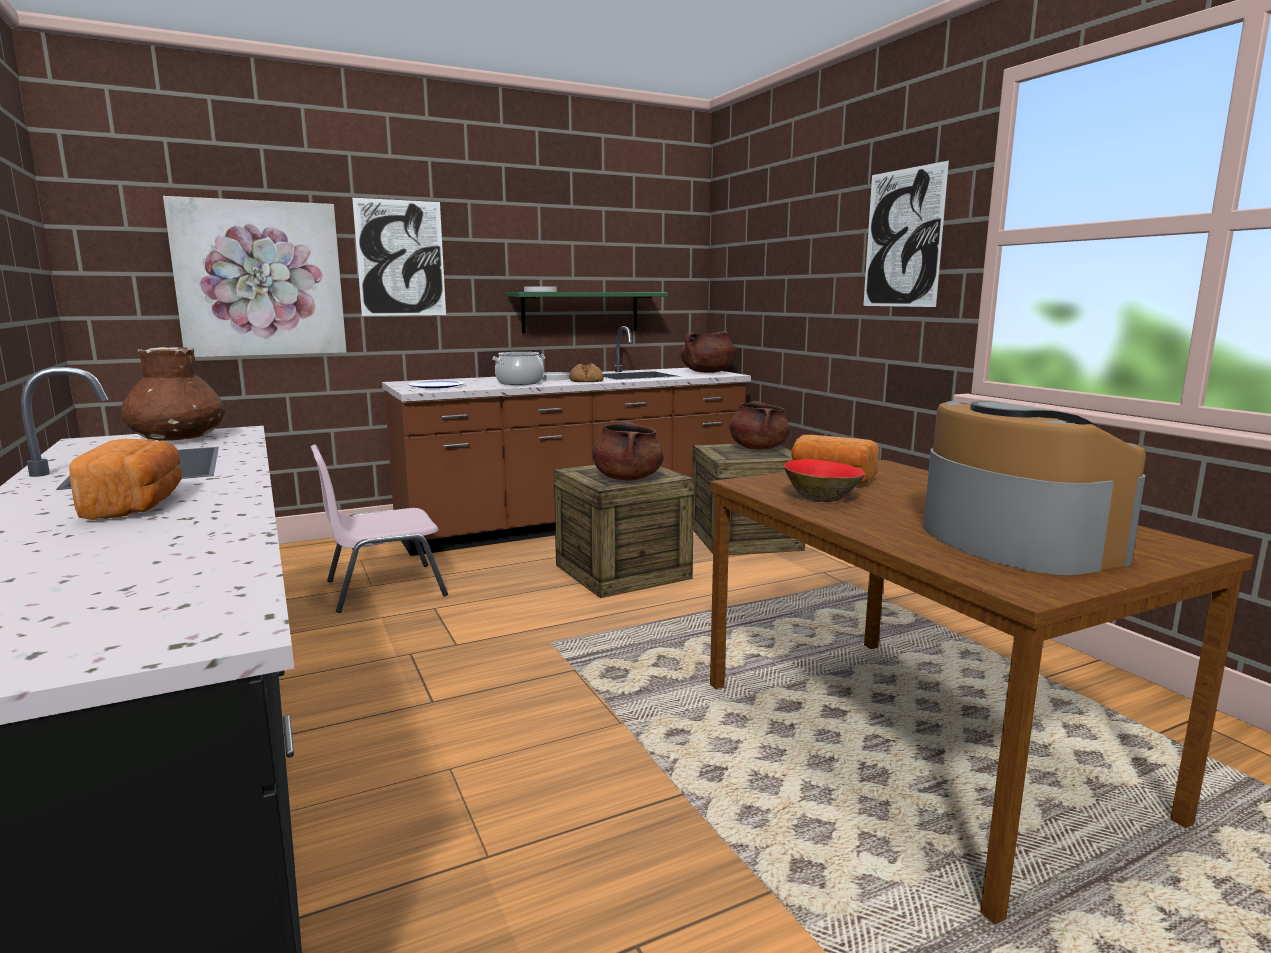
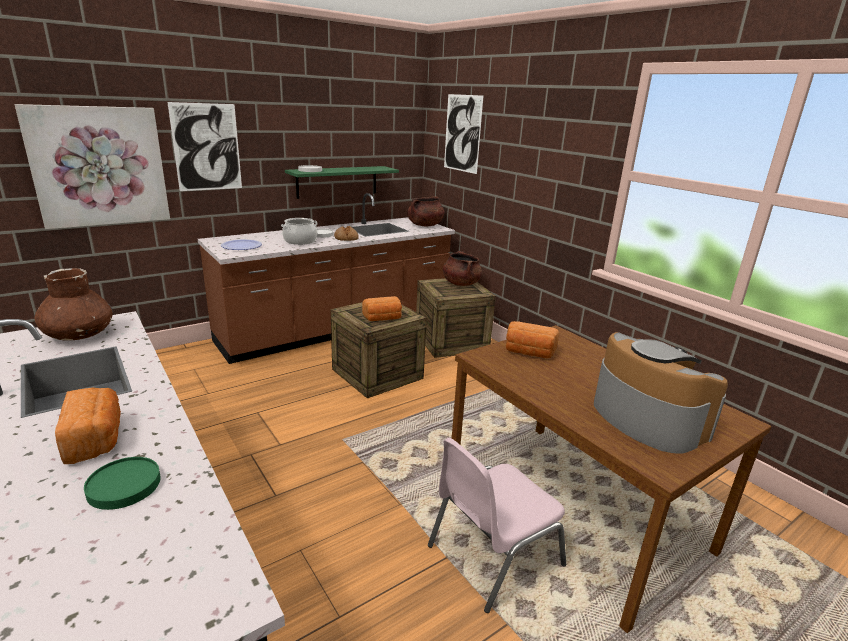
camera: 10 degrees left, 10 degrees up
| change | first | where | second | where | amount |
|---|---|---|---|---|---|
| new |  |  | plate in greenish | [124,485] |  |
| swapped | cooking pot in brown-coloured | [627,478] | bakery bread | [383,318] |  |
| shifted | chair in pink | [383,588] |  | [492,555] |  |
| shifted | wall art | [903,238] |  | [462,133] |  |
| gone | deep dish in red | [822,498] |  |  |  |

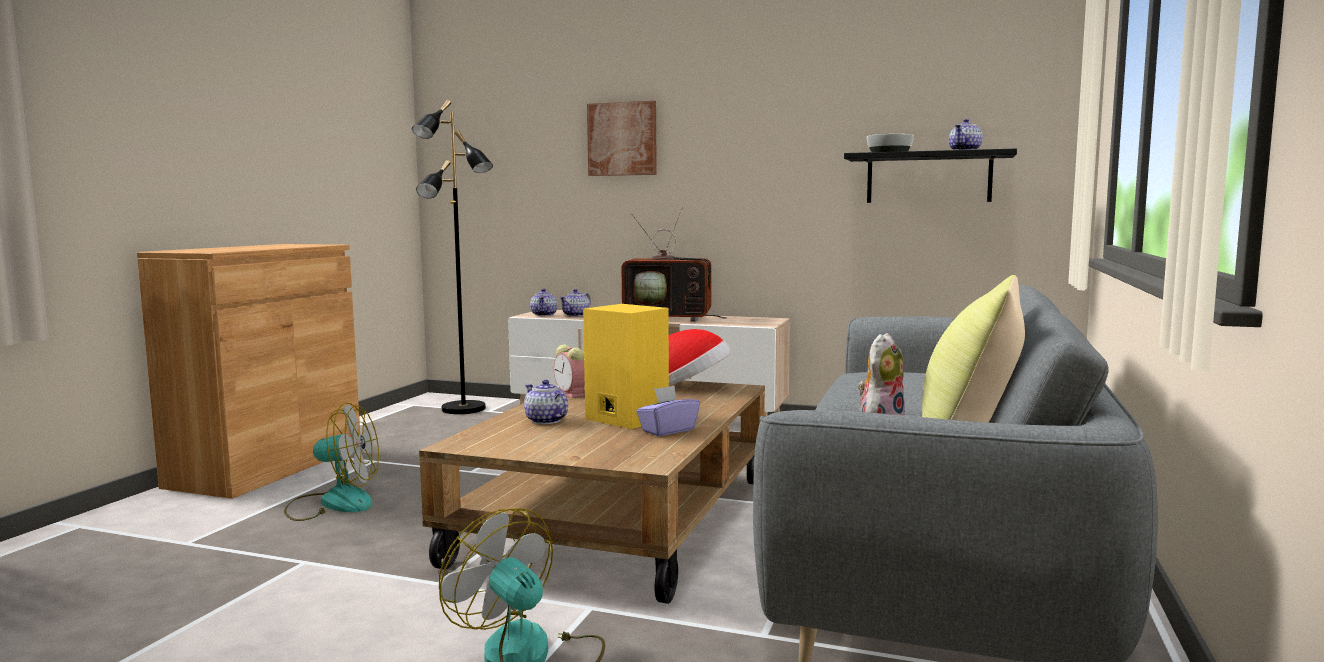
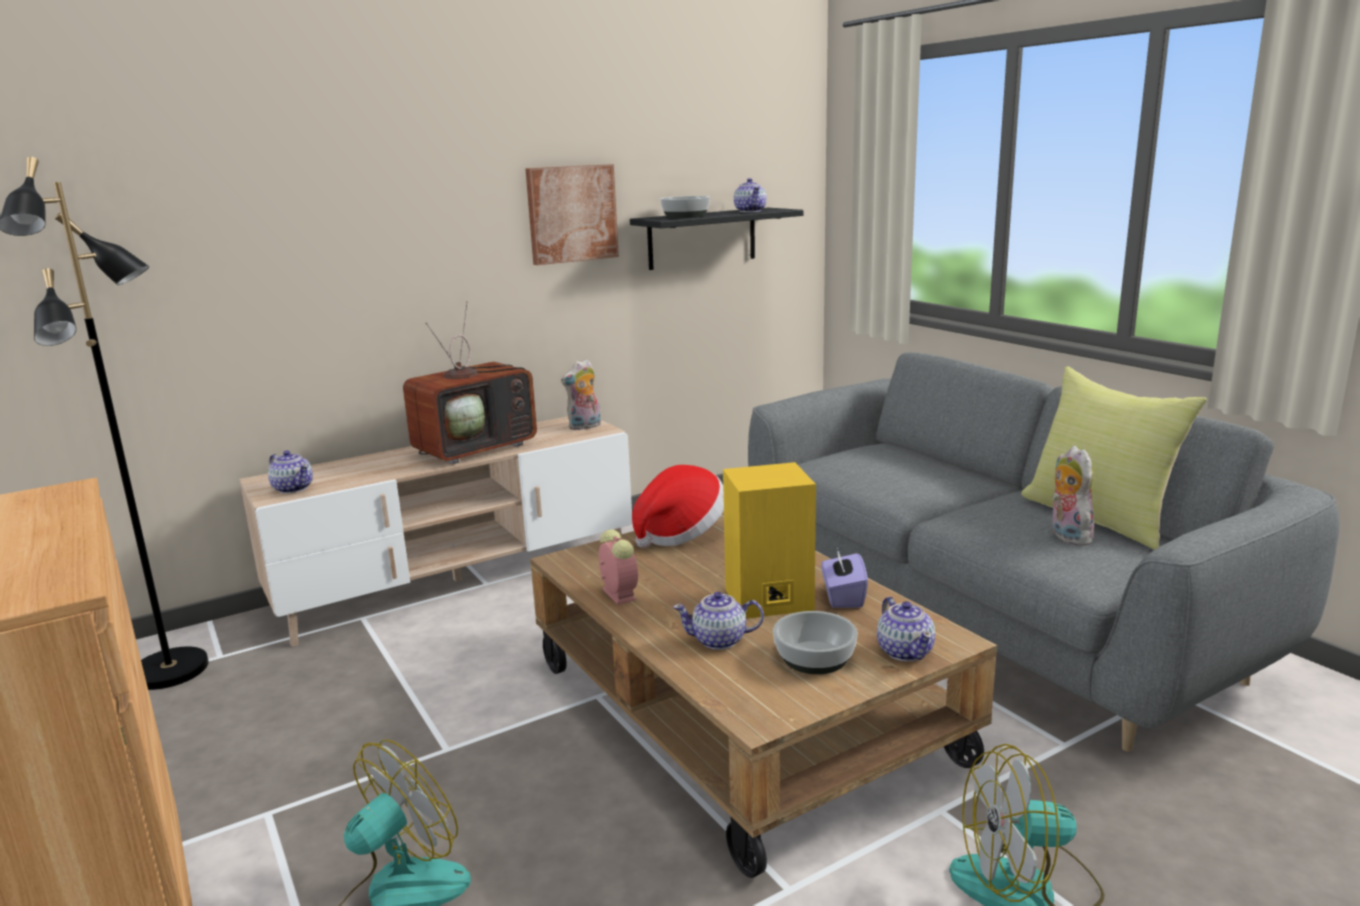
camera: 50 degrees left, 10 degrees up
| change | first | where | second | where | amount |
|---|---|---|---|---|---|
| shifted | wall art | [622,139] |  | [572,214] |  |
| new |  |  | cuddly toy | [585,427] |  |
| rotated | alarm clock | [572,394] |  | [617,593] | 120 degrees counterclockwise |
| new |  |  | deep dish | [813,657] |  |
| shifted | tea pot | [576,315] |  | [905,651] |  |

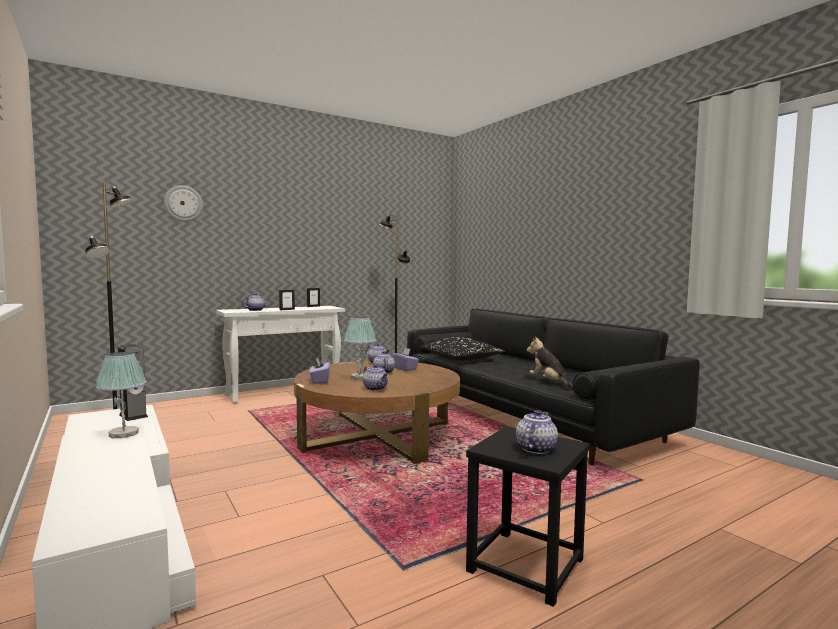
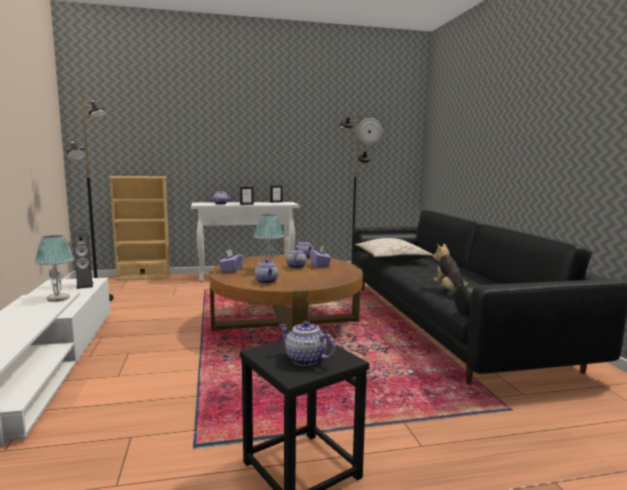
camera: 20 degrees right, 5 degrees up
| change | first | where | second | where | amount |
|---|---|---|---|---|---|
| new |  |  | shelving unit in sand-coloured | [143,277] |  |
| rotated | tea pot | [535,448] |  | [304,359] | 105 degrees counterclockwise |
| repainted | throw pillow in black-coloured | [461,359] | throw pillow in sand-coloured | [391,260] |  |
| shifted | clock on the wall | [183,203] |  | [369,132] |  |

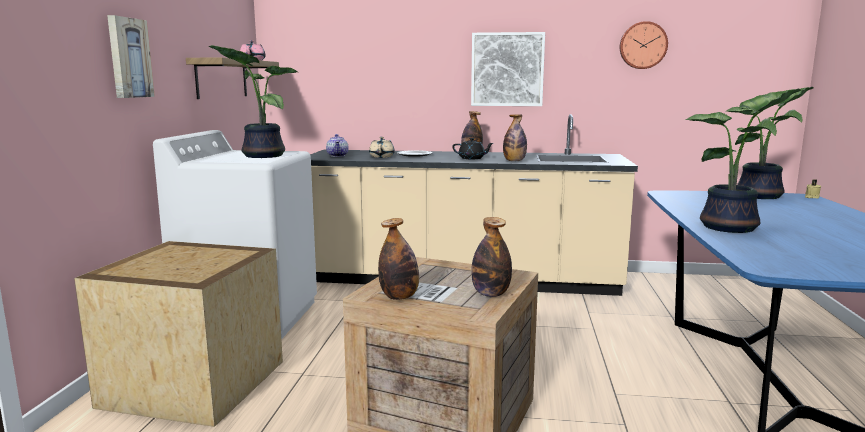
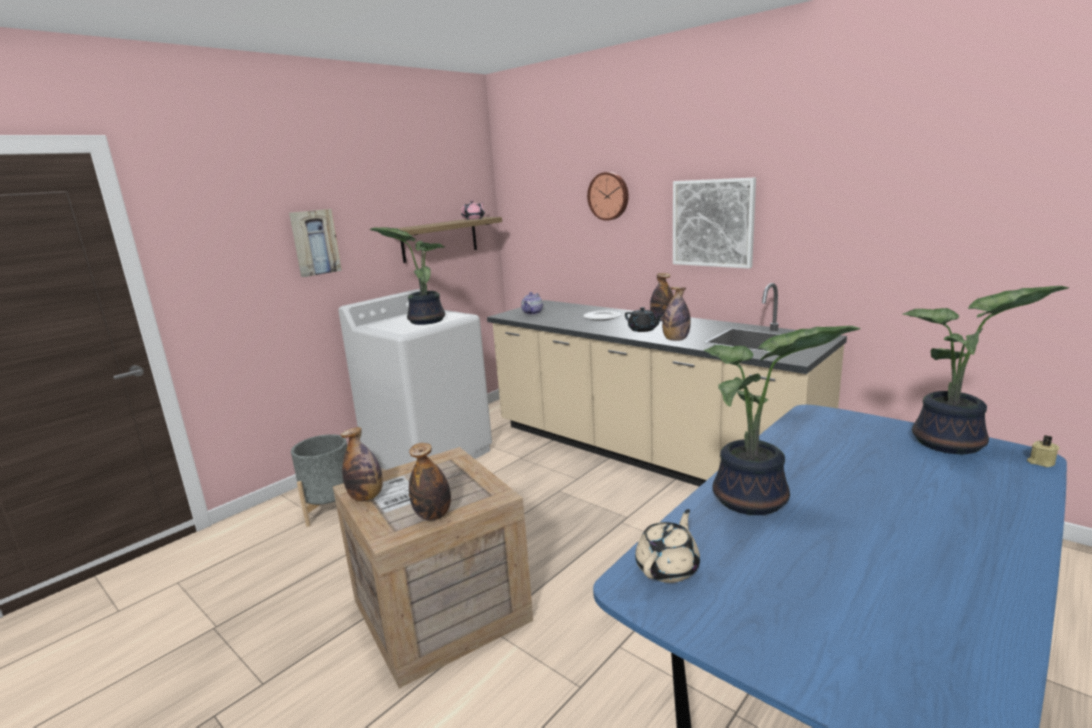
camera: 35 degrees right, 5 degrees up
| change | first | where | second | where | amount |
|---|---|---|---|---|---|
| swapped | crate | [194,382] | planter in greyish | [331,509] |  |
| shifted | clock on the wall | [642,45] |  | [609,196] |  |
| shifted | tea pot in sand-coloured | [382,156] |  | [668,567] |  |

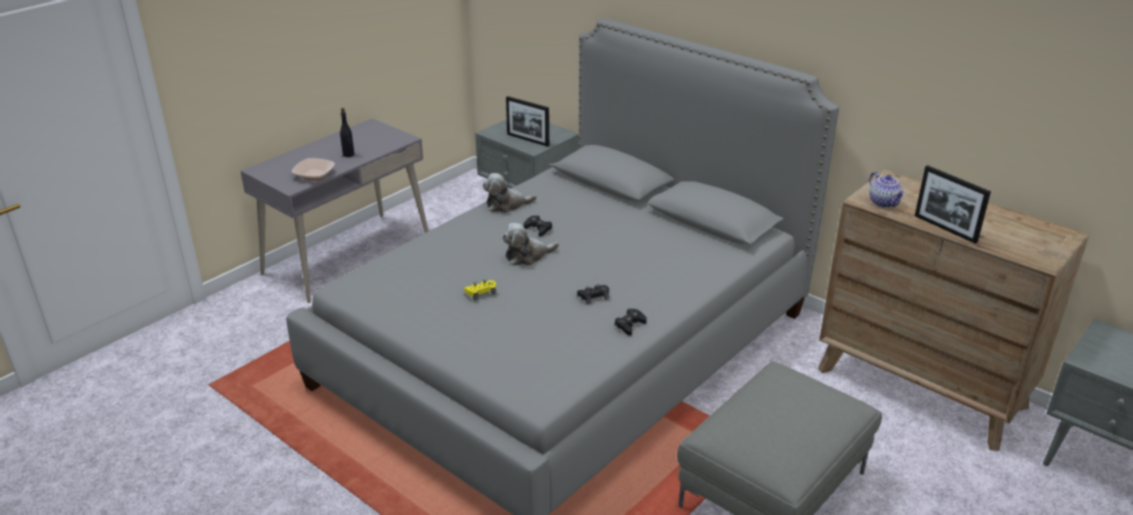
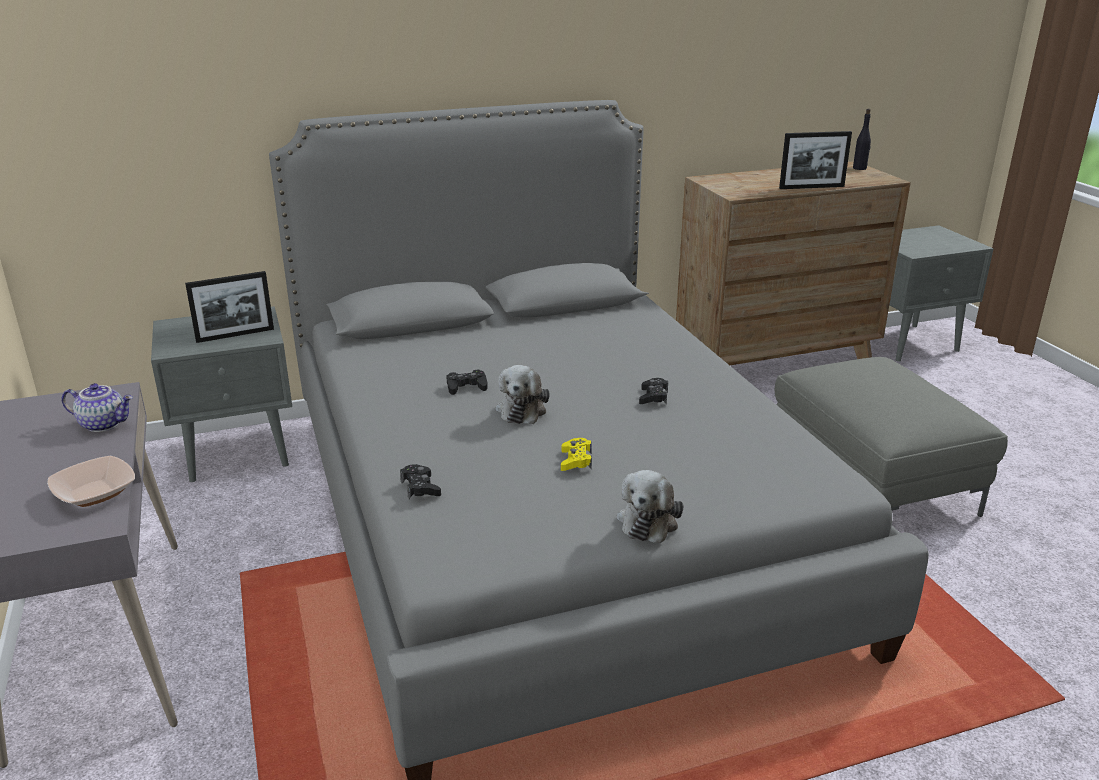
camera: 60 degrees left, 5 degrees down
| change | first | where | second | where | amount |
|---|---|---|---|---|---|
| shifted | tea pot | [884,203] |  | [104,424] |  |
| shifted | game controller in black-coloured | [630,325] |  | [420,487] |  |
| shifted | cuddly toy | [506,205] |  | [649,520] |  |
| shifted | bottle in black-coloured | [348,155] |  | [859,168] |  |

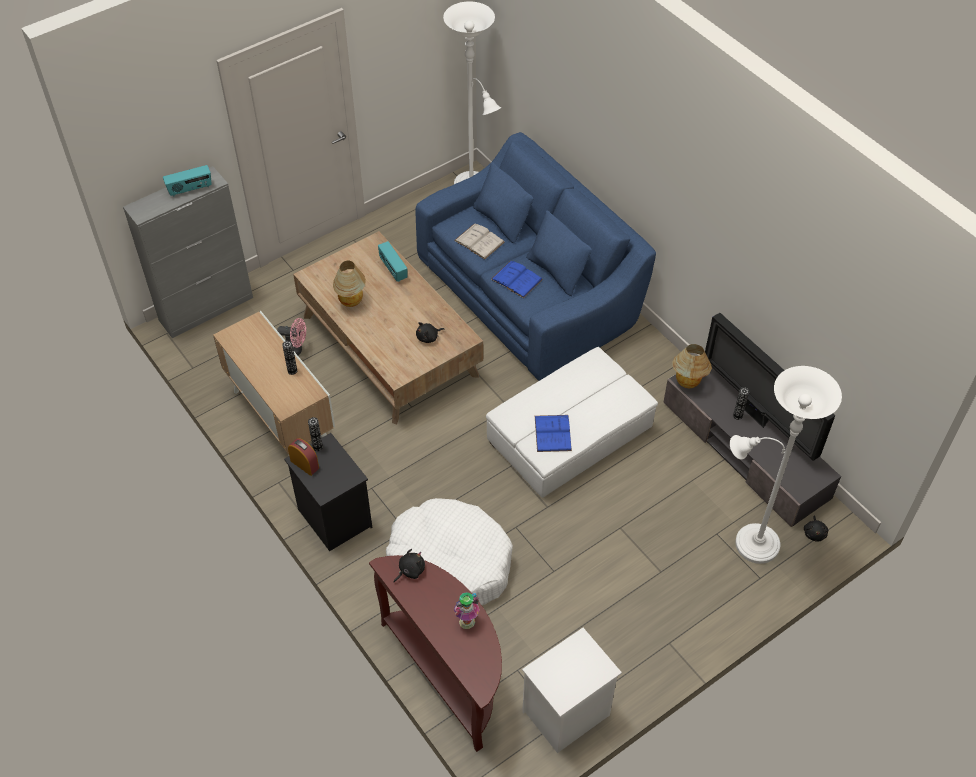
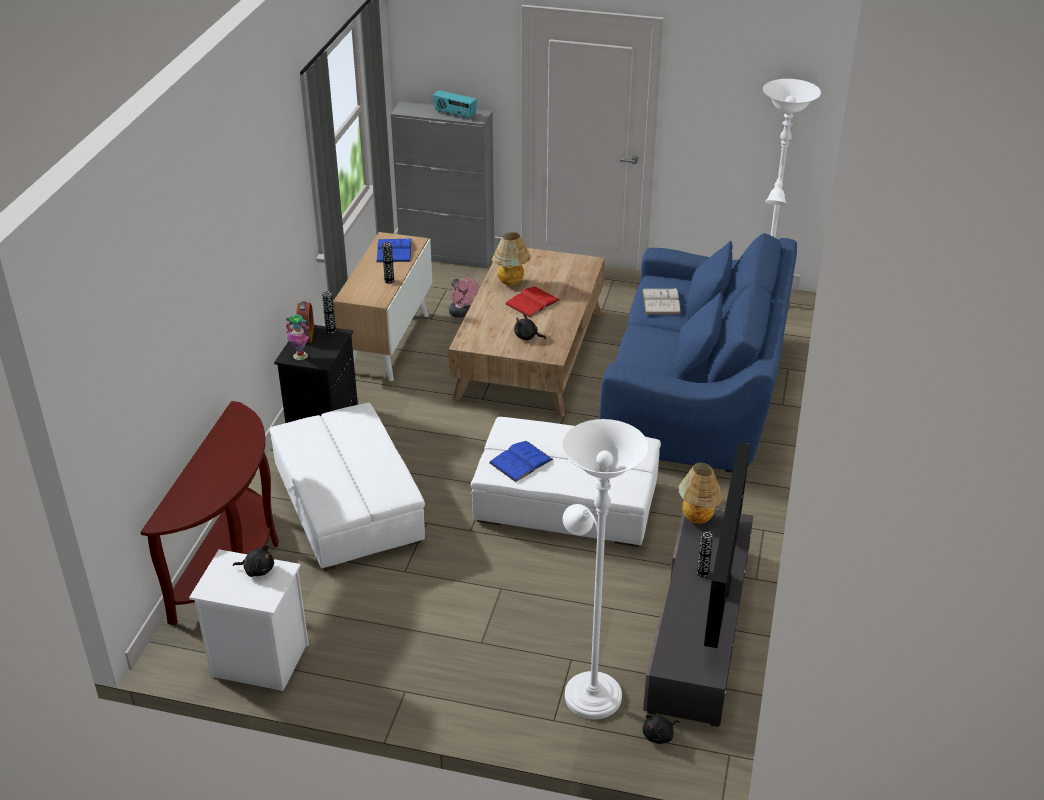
camera: 50 degrees right, 15 degrees down
| change | first | where | second | where | amount |
|---|---|---|---|---|---|
| shifted | cuddly toy in black-coloured | [410,570] |  | [257,569] |  |
| swapped | dog bed in white-coloured | [450,561] | footrest in white-coloured | [347,505] |  |
| shifted | decorative vase | [467,621] |  | [300,355] |  |
| shifted | bound book in blue-coloured | [516,279] |  | [394,250] |  |
| new |  |  | bound book in red | [532,302] |  |
| gone | radio | [393,269] |  |  |  |

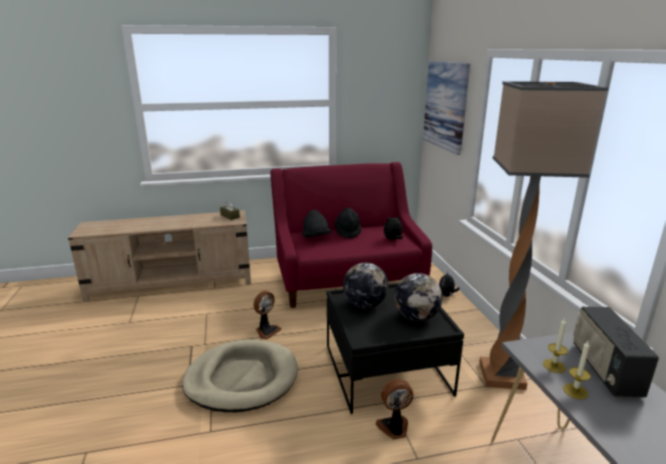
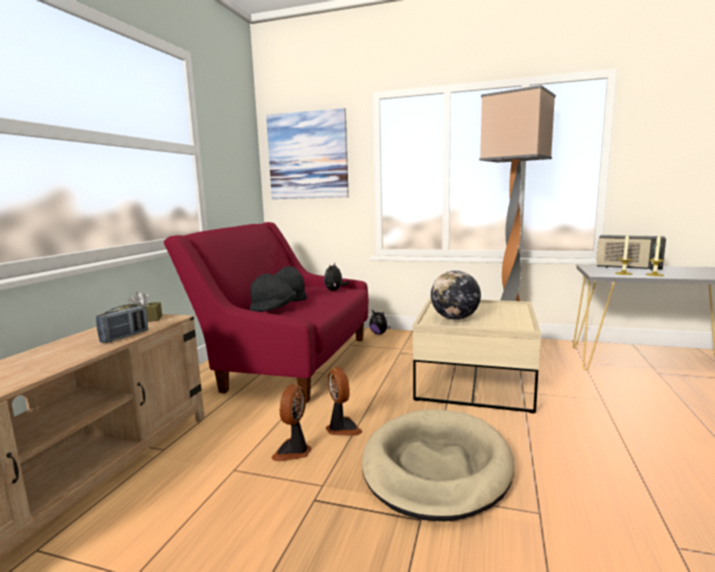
camera: 60 degrees left, 10 degrees down
| change | first | where | second | where | amount |
|---|---|---|---|---|---|
| new |  |  | radio | [125,336] |  |
| shifted | electric fan | [394,428] |  | [293,451] |  |
| repainted | coffee table in black-coloured | [386,370] | coffee table in sand-coloured | [474,382] |  |
| gone | desk globe | [416,317] |  |  |  |

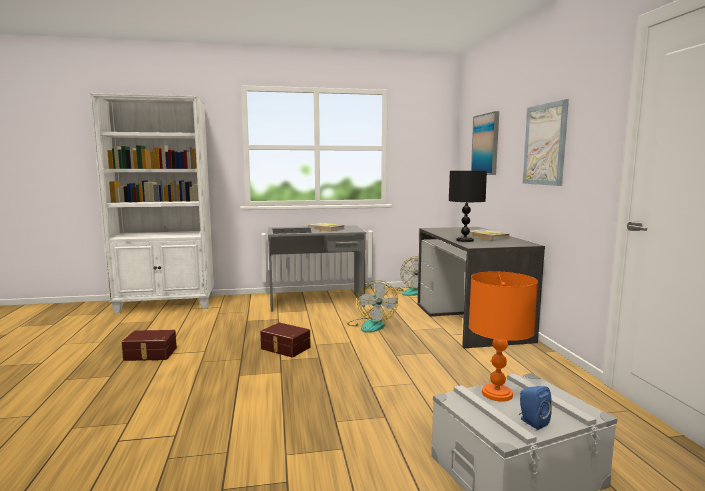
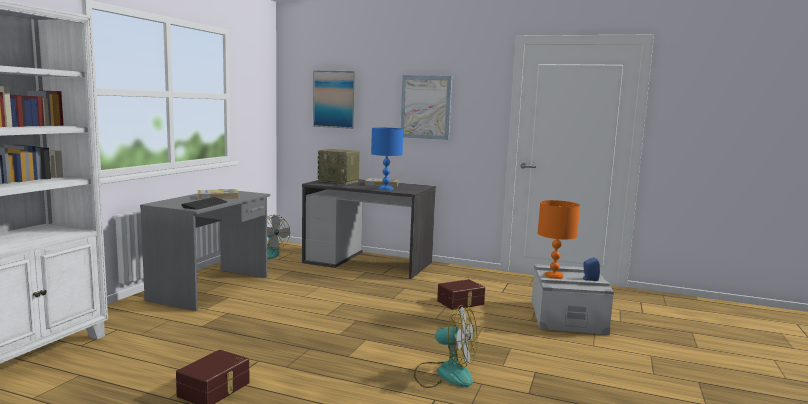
camera: 60 degrees left, 0 degrees up
| change | first | where | second | where | amount |
|---|---|---|---|---|---|
| new |  |  | radio | [339,181] |  |
| repainted | tabletop lamp in black-coloured | [465,240] | tabletop lamp in blue-coloured | [385,189] |  |
| shifted | electric fan | [371,325] |  | [445,374] |  |
| shifted | storage box in brown-coloured | [285,348] |  | [461,303] |  |

